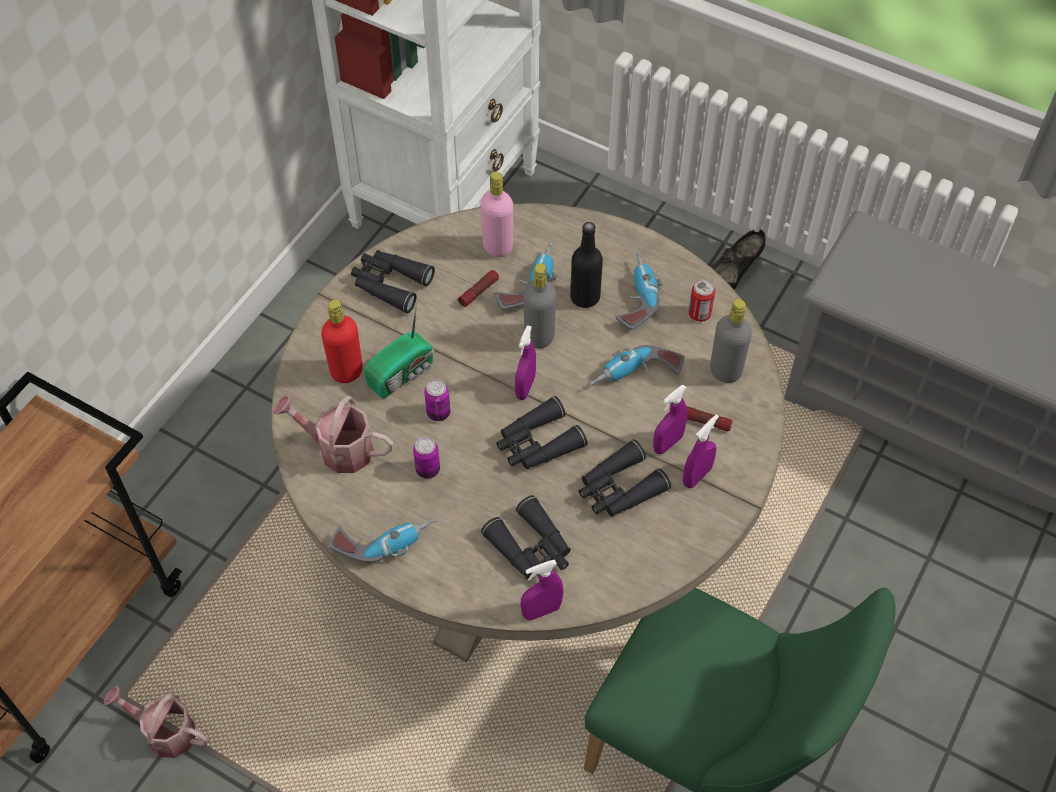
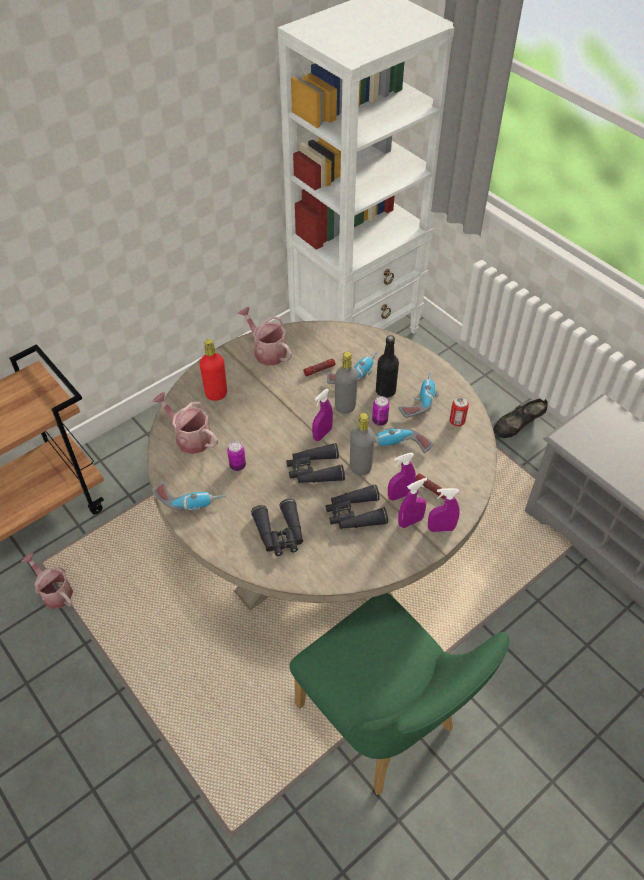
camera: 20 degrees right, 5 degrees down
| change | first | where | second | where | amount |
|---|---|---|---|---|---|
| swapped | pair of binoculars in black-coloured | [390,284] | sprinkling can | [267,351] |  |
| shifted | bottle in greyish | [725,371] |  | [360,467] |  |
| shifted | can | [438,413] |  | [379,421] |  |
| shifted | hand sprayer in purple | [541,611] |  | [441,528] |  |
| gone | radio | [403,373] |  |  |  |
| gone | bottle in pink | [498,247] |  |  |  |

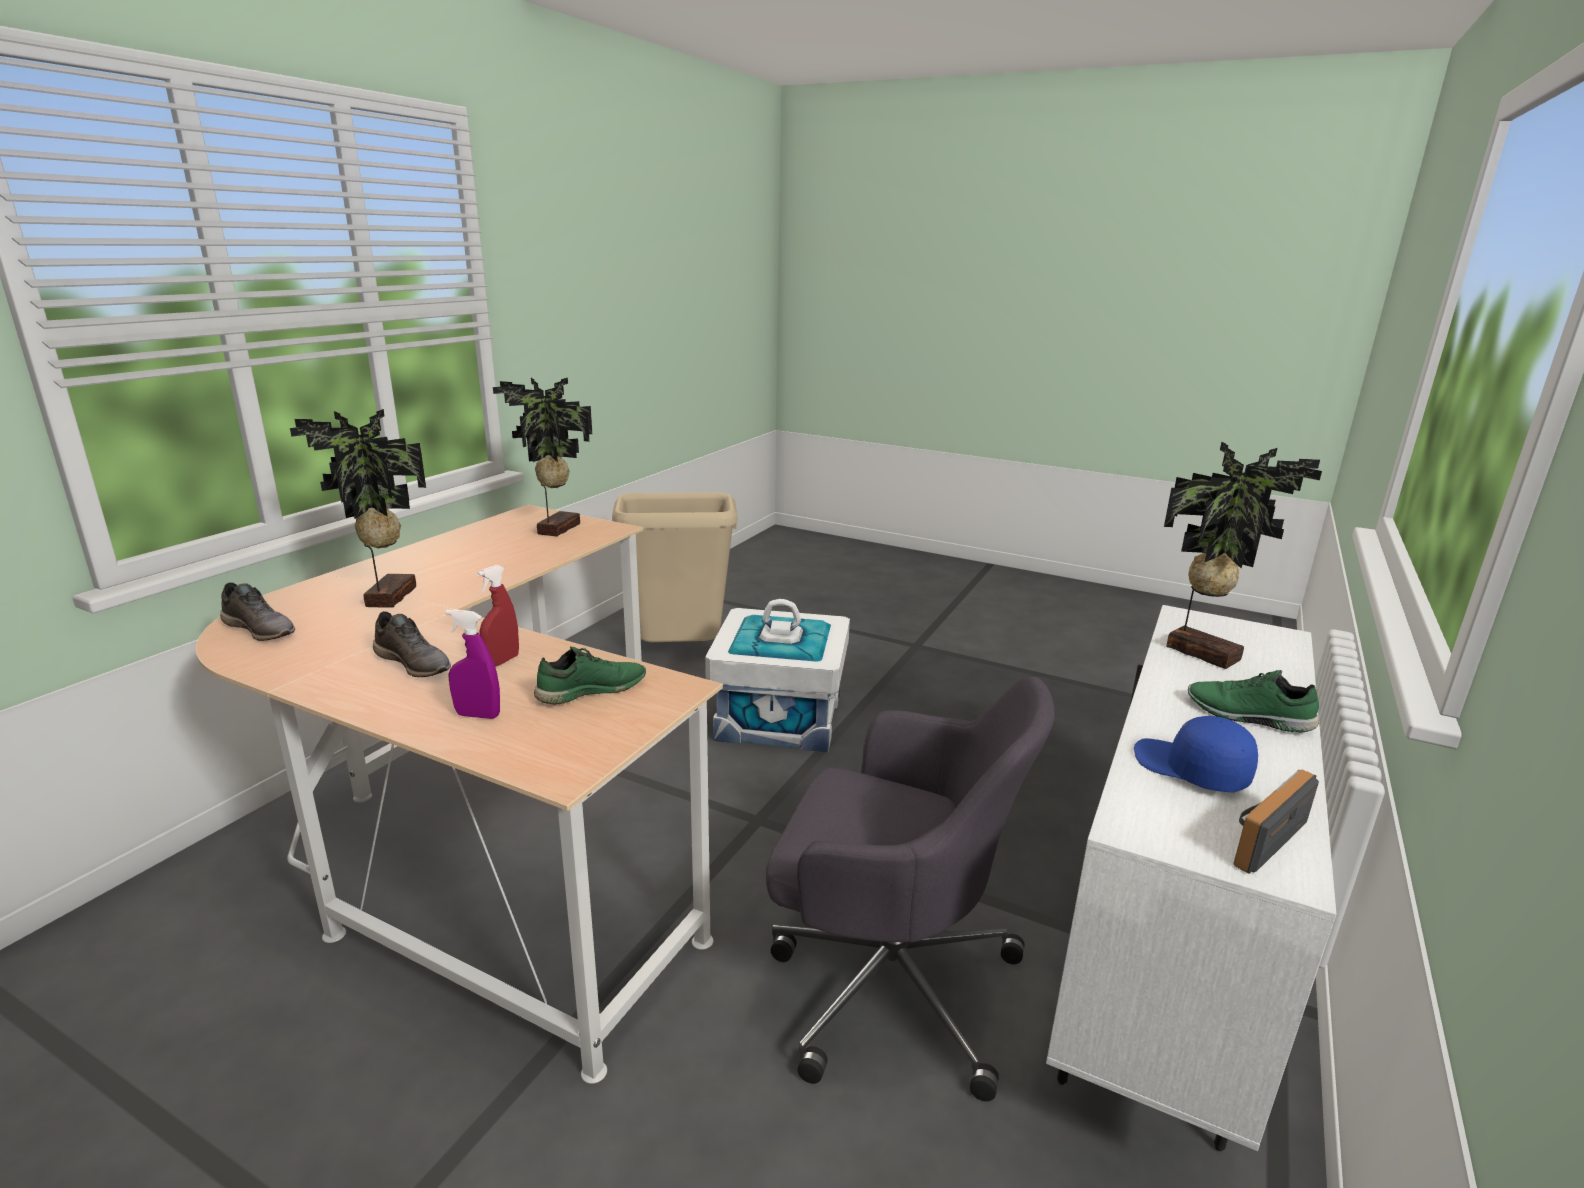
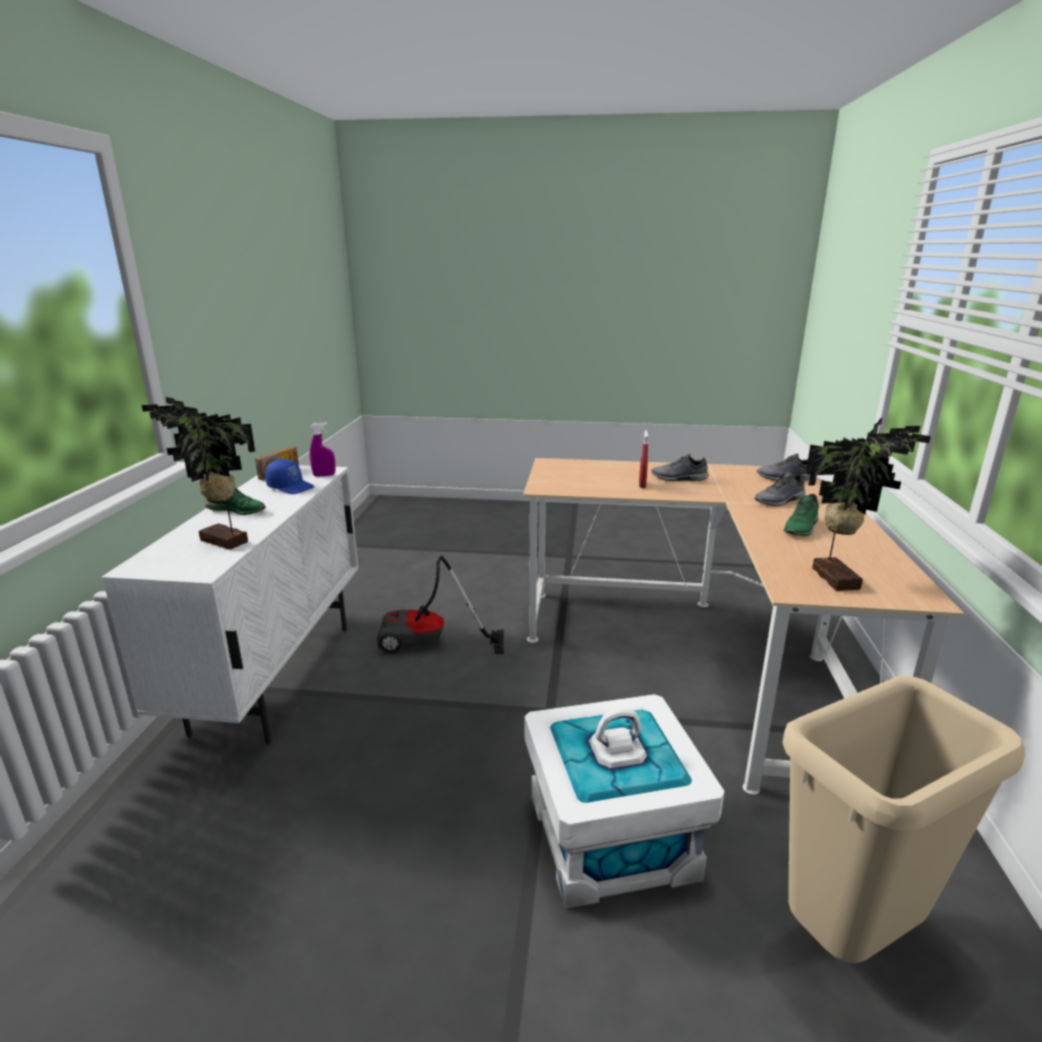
camera: 160 degrees right, 0 degrees up
| change | first | where | second | where | amount |
|---|---|---|---|---|---|
| shifted | hand sprayer in purple | [478,715] |  | [324,475] |  |
| swapped | computer chair in greyish | [887,982] | vacuum cleaner | [429,645] |  |
| swapped | houseplant | [386,597] | low shoe in greyish | [780,501] |  |
| shifted | low shoe in greenish | [591,690] |  | [802,528] |  |

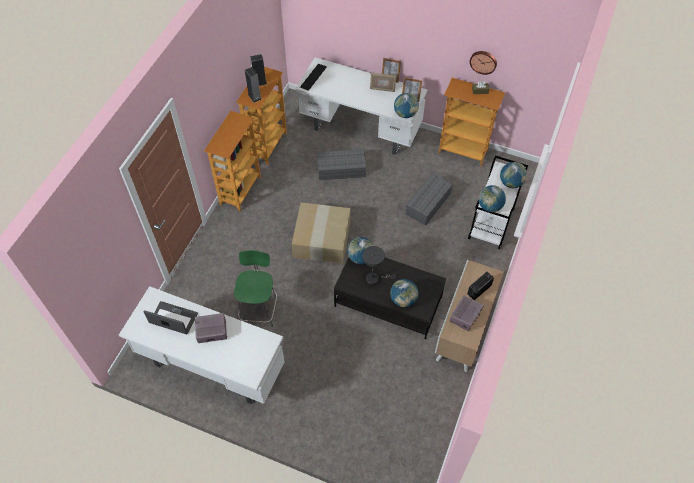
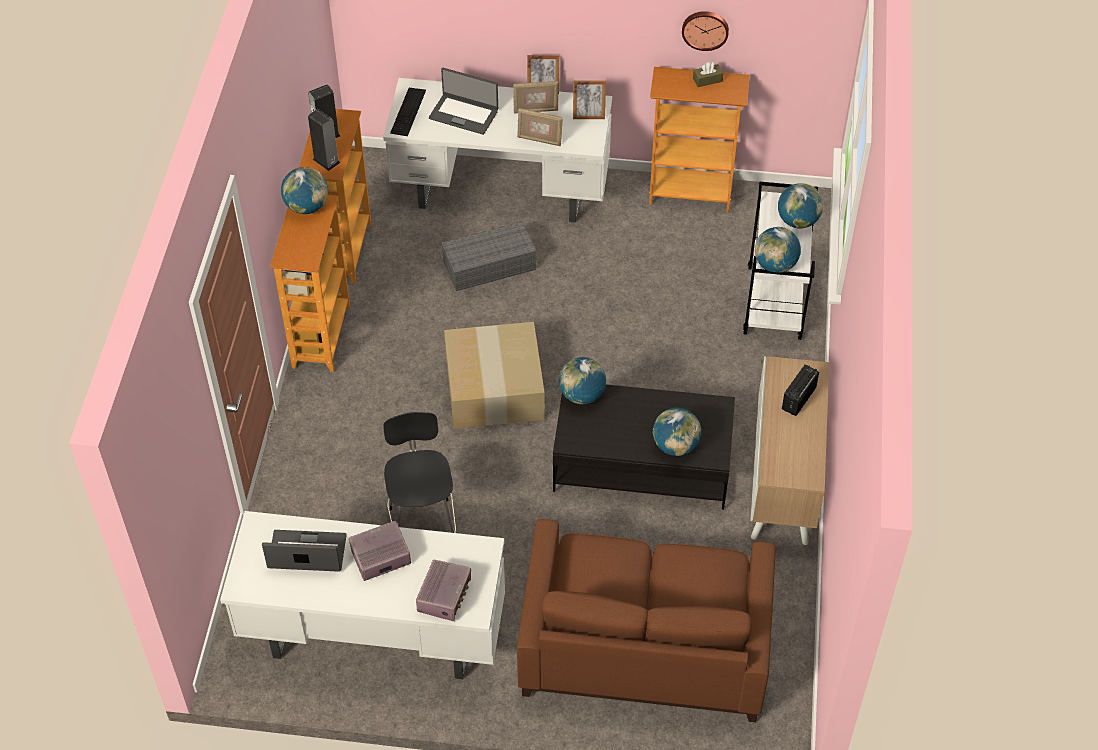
camera: 15 degrees left, 5 degrees down
| change | first | where | second | where | amount |
|---|---|---|---|---|---|
| shifted | desk globe | [405,114] |  | [307,207] |  |
| repainted | chair in greenish | [258,309] | chair in black-coloured | [423,525] |  |
| shifted | radio | [465,316] |  | [444,596] |  |
| new |  |  | portable computer | [464,114] |  |
| new |  |  | photo frame | [539,140] |  |
| new |  |  | couch in brown-coloured | [644,643] |  |
| gone | tabletop lamp in greyish | [374,278] |  |  |  |
| gone | storage box in greyish | [428,204] |  |  |  |

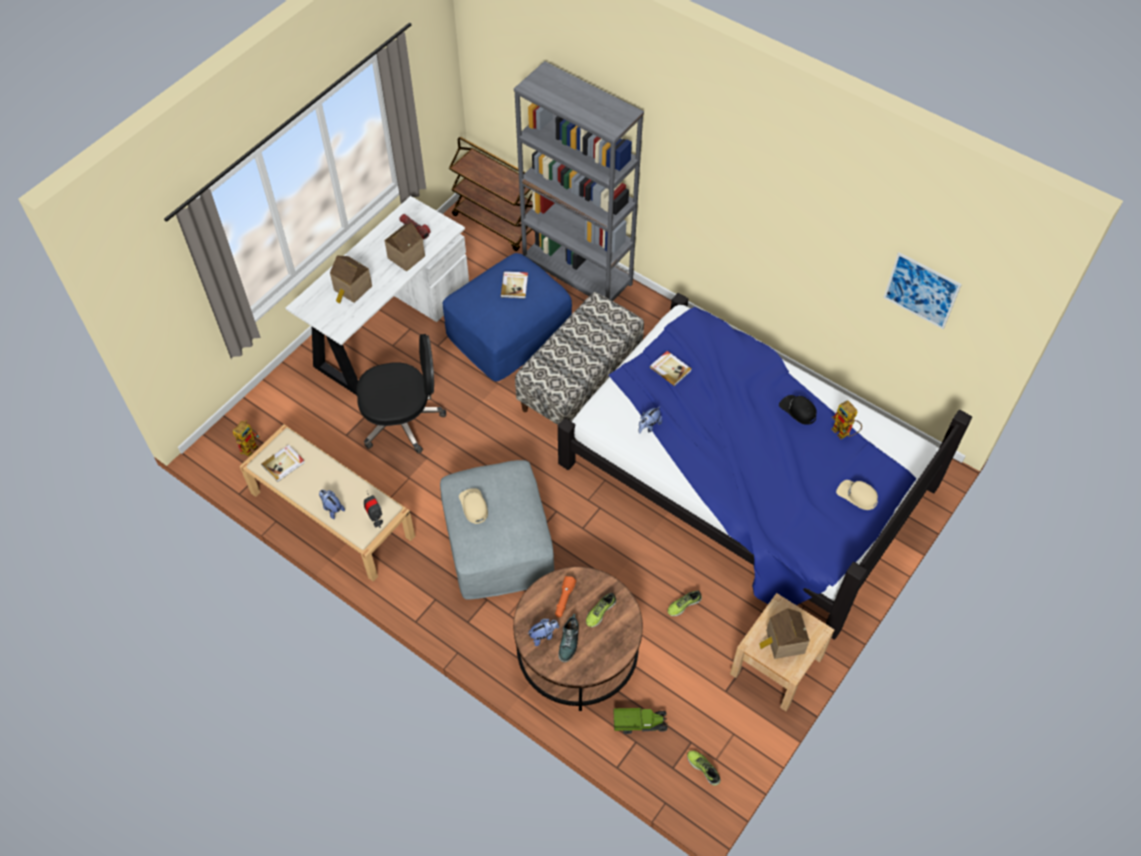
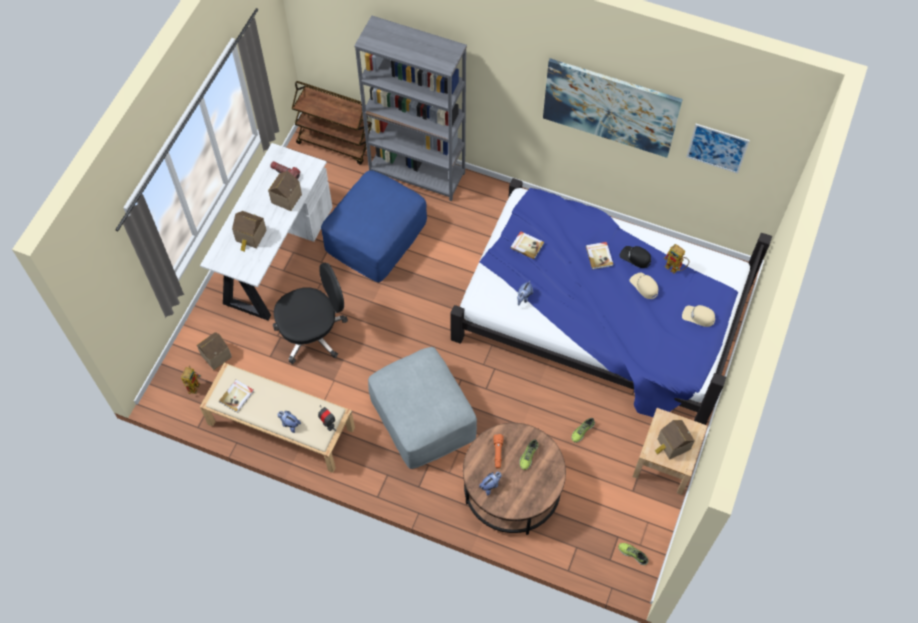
camera: 15 degrees left, 5 degrees up
| change | first | where | second | where | amount |
|---|---|---|---|---|---|
| new |  |  | model house | [215,355] |  |
| new |  |  | wall art | [610,107] |  |
| shifted | bound book | [515,285] |  | [599,256] |  |
| shifted | peaked cap in sand-coloured | [473,506] |  | [644,286] |  |
| gone | bench | [580,383] |  |  |  |
| gone | low shoe | [569,642] |  |  |  |
| gone | model truck | [639,723] |  |  |  |

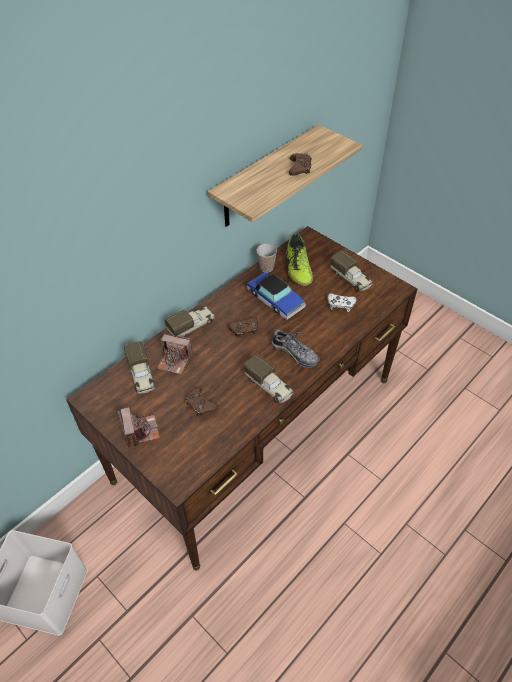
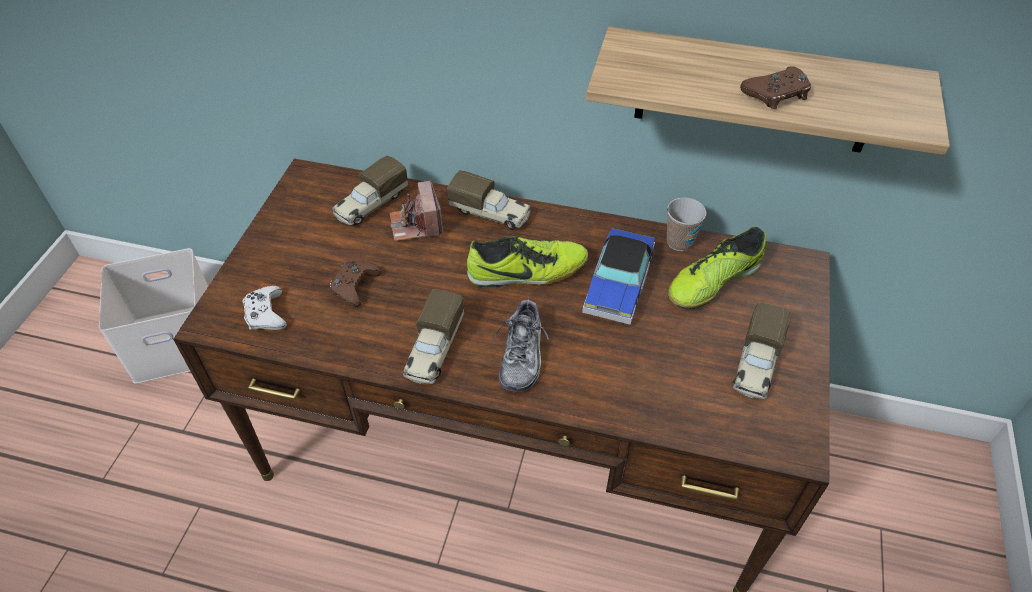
camera: 60 degrees right, 0 degrees up
| change | first | where | second | where | amount |
|---|---|---|---|---|---|
| shifted | game controller in white-coloured | [340,305] |  | [266,314] |  |
| swapped | game controller in brown-coloured | [244,329] | low shoe | [527,272] |  |
| gone | photo camera | [140,431] |  |  |  |

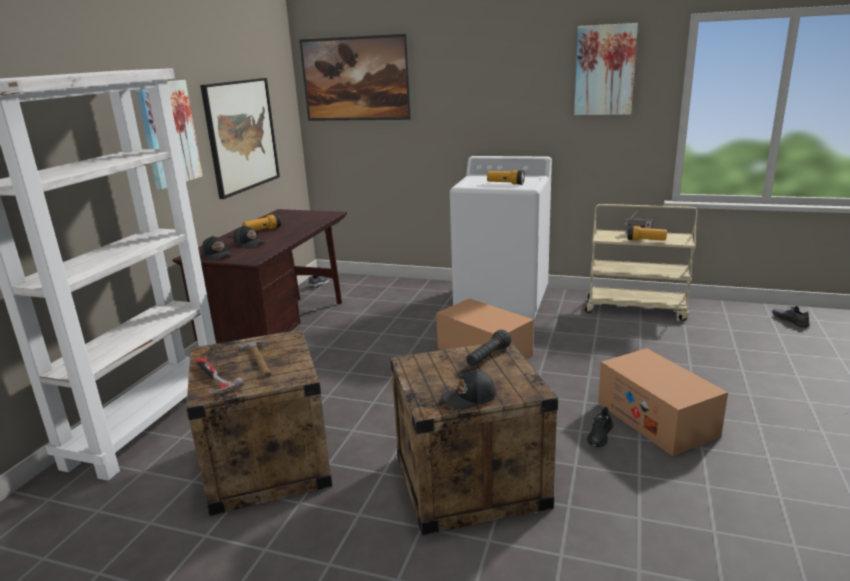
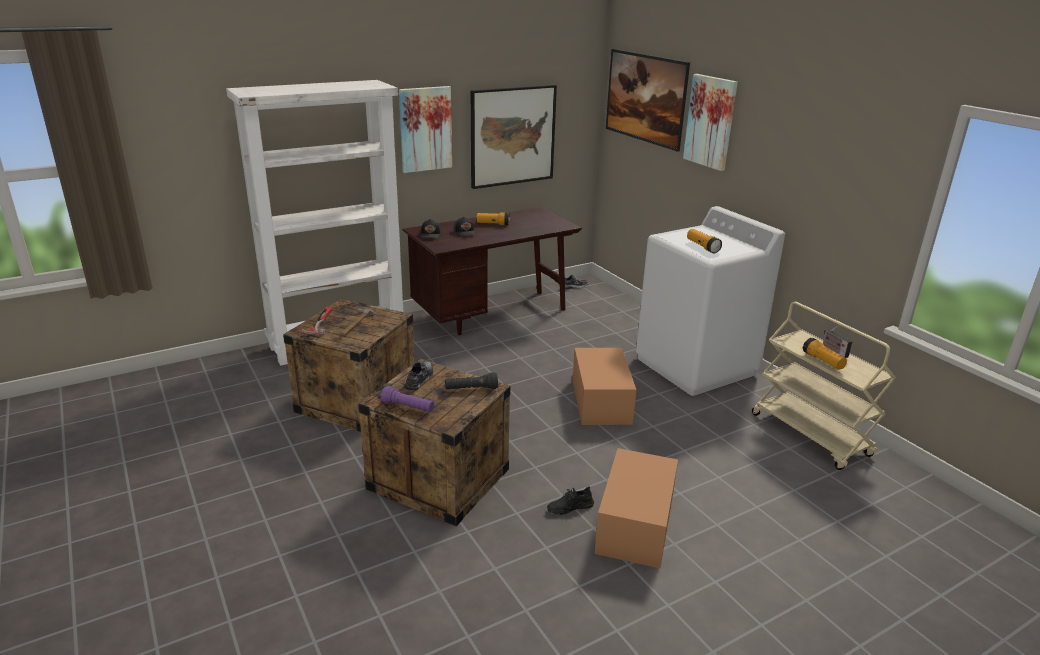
camera: 40 degrees right, 5 degrees up
| change | first | where | second | where | amount |
|---|---|---|---|---|---|
| swapped | peaked cap in black-coloured | [469,398] | flashlight in purple | [408,407] |  |
| shifted | low shoe in greyish | [790,320] |  | [420,379] |  |
| shifted | wall art | [604,70] |  | [710,122] |  |

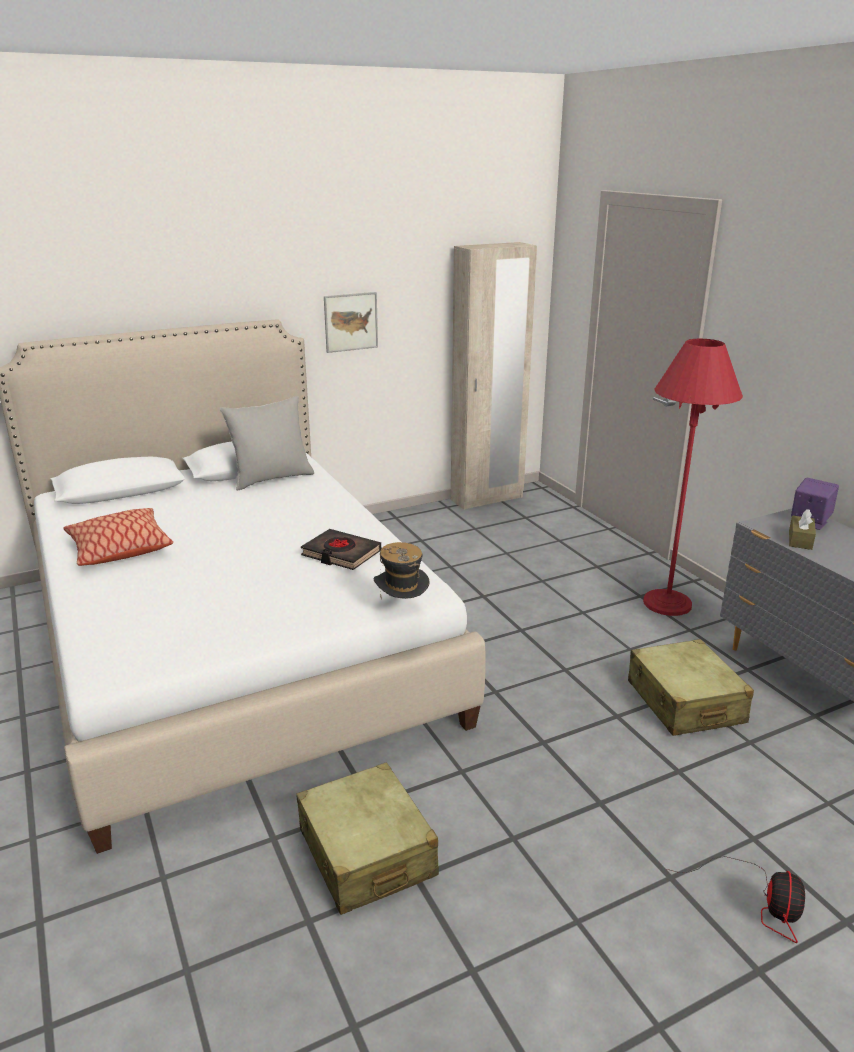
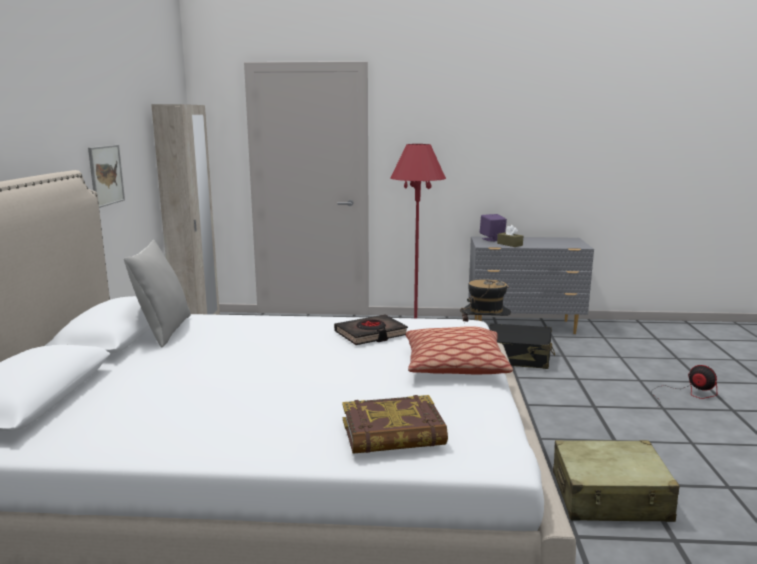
camera: 60 degrees left, 10 degrees down
| change | first | where | second | where | amount |
|---|---|---|---|---|---|
| new |  |  | bound book | [393,433] |  |
| shifted | throw pillow | [119,549] |  | [455,365] |  |
| repainted | piece of luggage in sand-coloured | [684,702] | piece of luggage in black-coloured | [517,357] |  |

